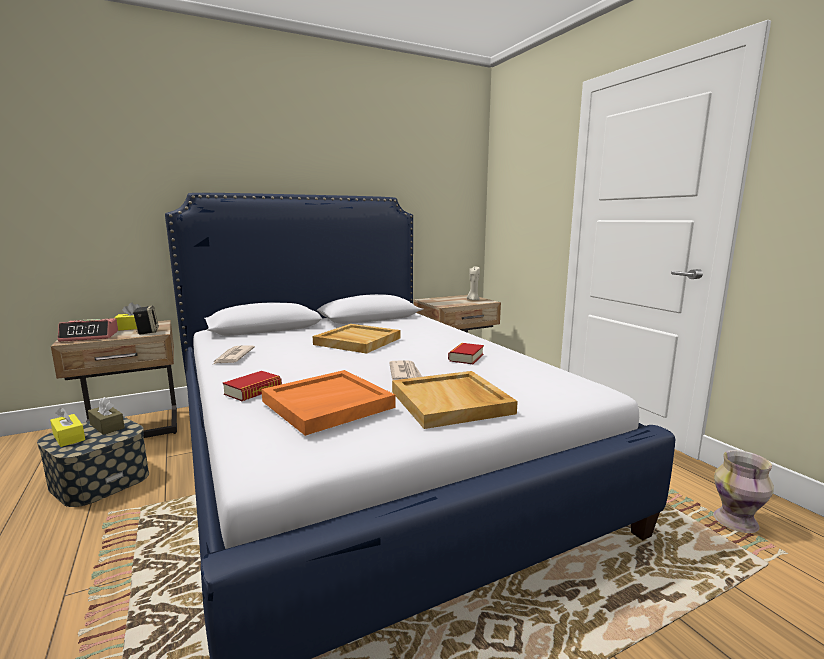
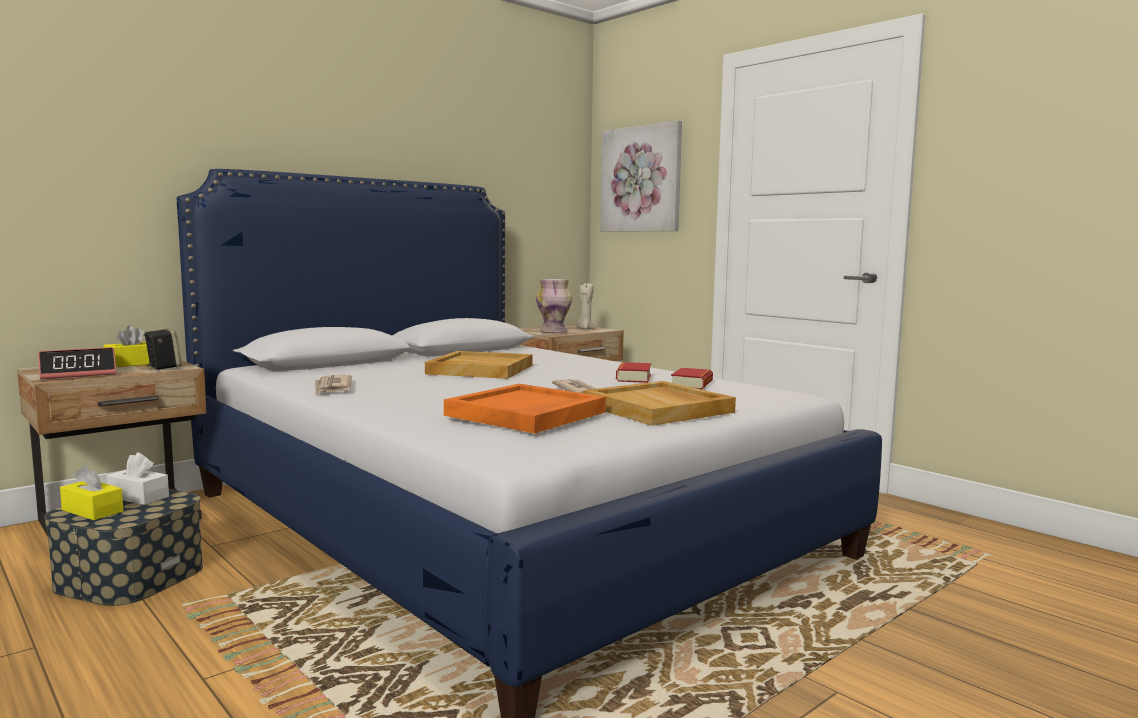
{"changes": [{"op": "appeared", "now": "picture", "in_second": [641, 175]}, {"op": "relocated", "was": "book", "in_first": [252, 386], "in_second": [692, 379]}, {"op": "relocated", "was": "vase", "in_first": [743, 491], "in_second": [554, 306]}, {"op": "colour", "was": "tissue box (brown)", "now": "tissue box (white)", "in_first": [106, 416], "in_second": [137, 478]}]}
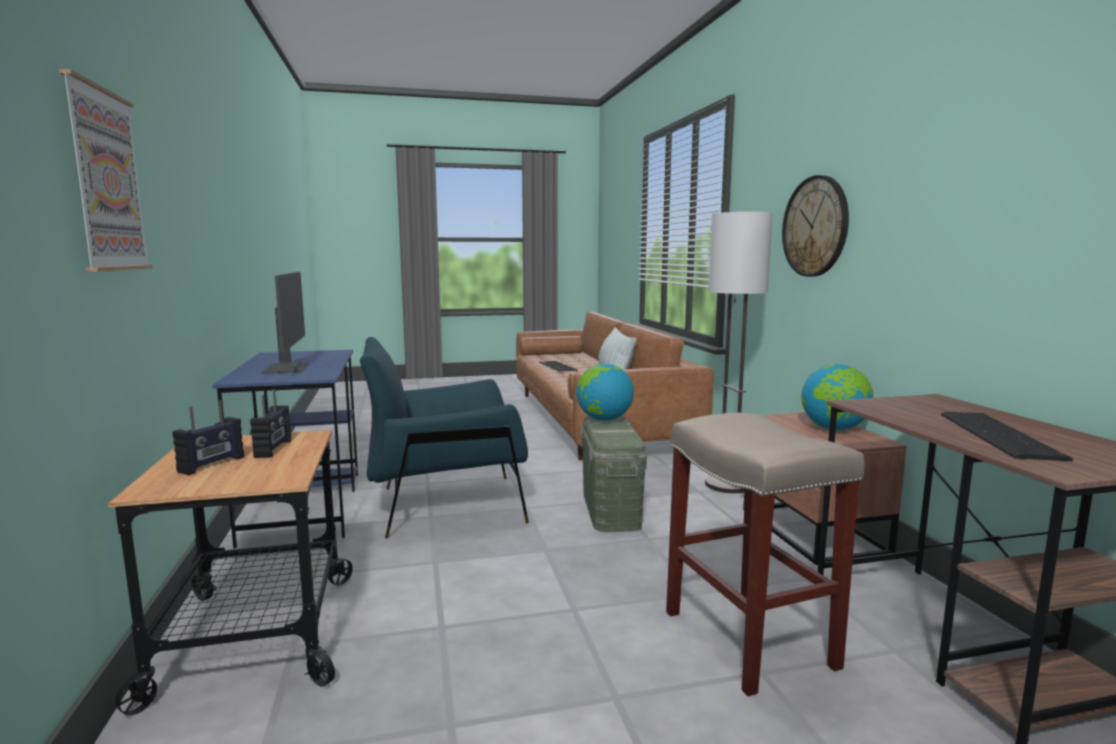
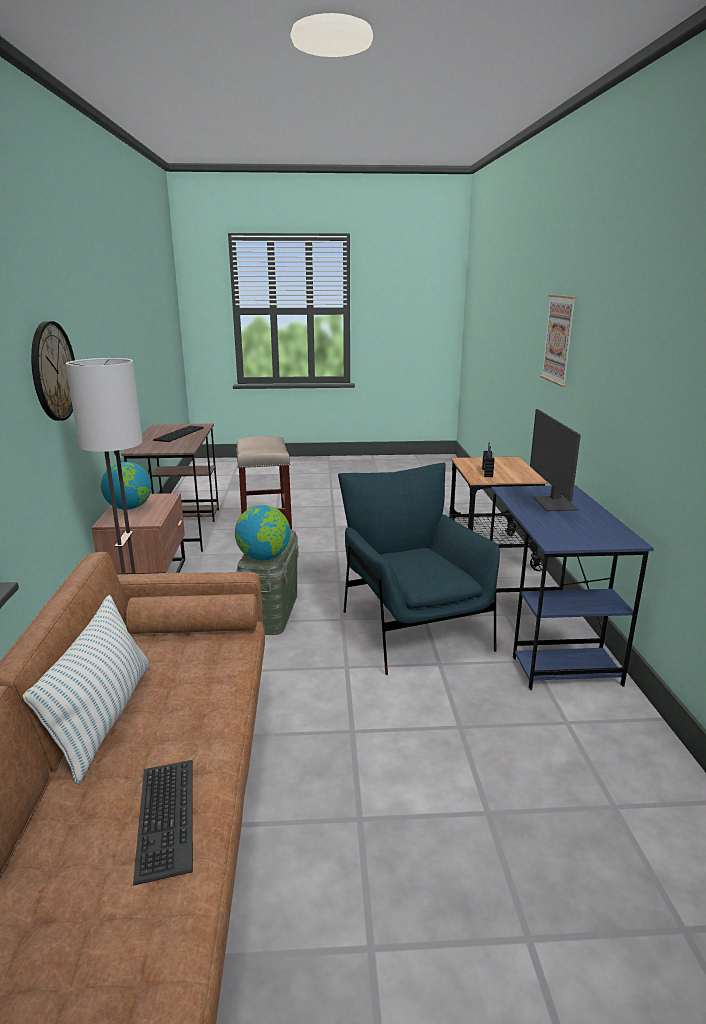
{"changes": [{"op": "missing", "was": "radio", "in_first": [208, 437]}, {"op": "spun", "was": "armchair (blue)", "in_first": [444, 437], "in_second": [419, 569], "clockwise": -105}]}
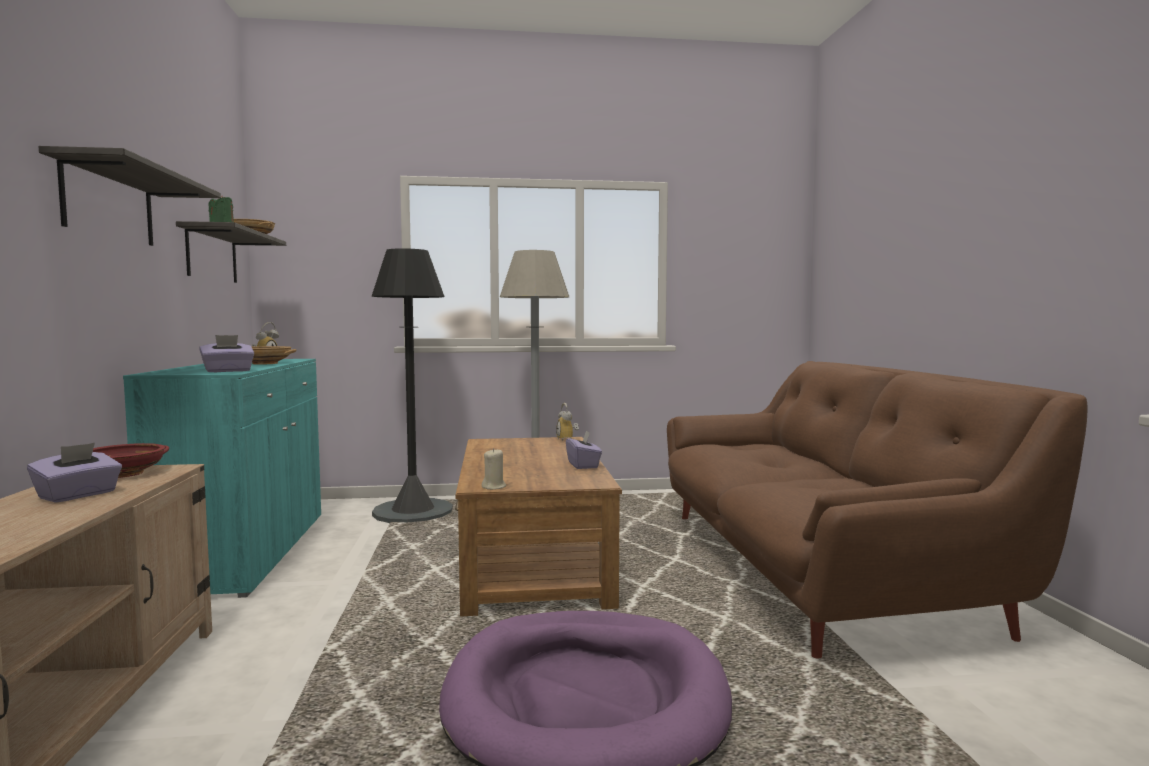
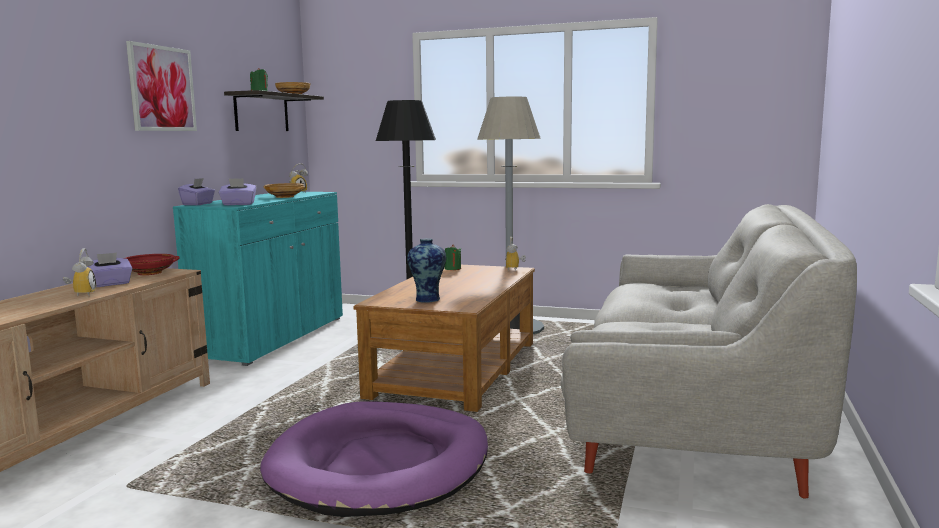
{"changes": [{"op": "missing", "was": "candle (beige)", "in_first": [494, 469]}, {"op": "appeared", "now": "alarm clock", "in_second": [79, 272]}, {"op": "appeared", "now": "vase", "in_second": [426, 271]}, {"op": "appeared", "now": "candle (green)", "in_second": [452, 257]}, {"op": "relocated", "was": "tissue box (purple)", "in_first": [584, 449], "in_second": [196, 191]}, {"op": "exchanged", "was": "shelf", "now": "picture", "in_first": [130, 196], "in_second": [161, 86]}, {"op": "colour", "was": "sofa (brown)", "now": "sofa (grey)", "in_first": [877, 509], "in_second": [709, 351]}]}
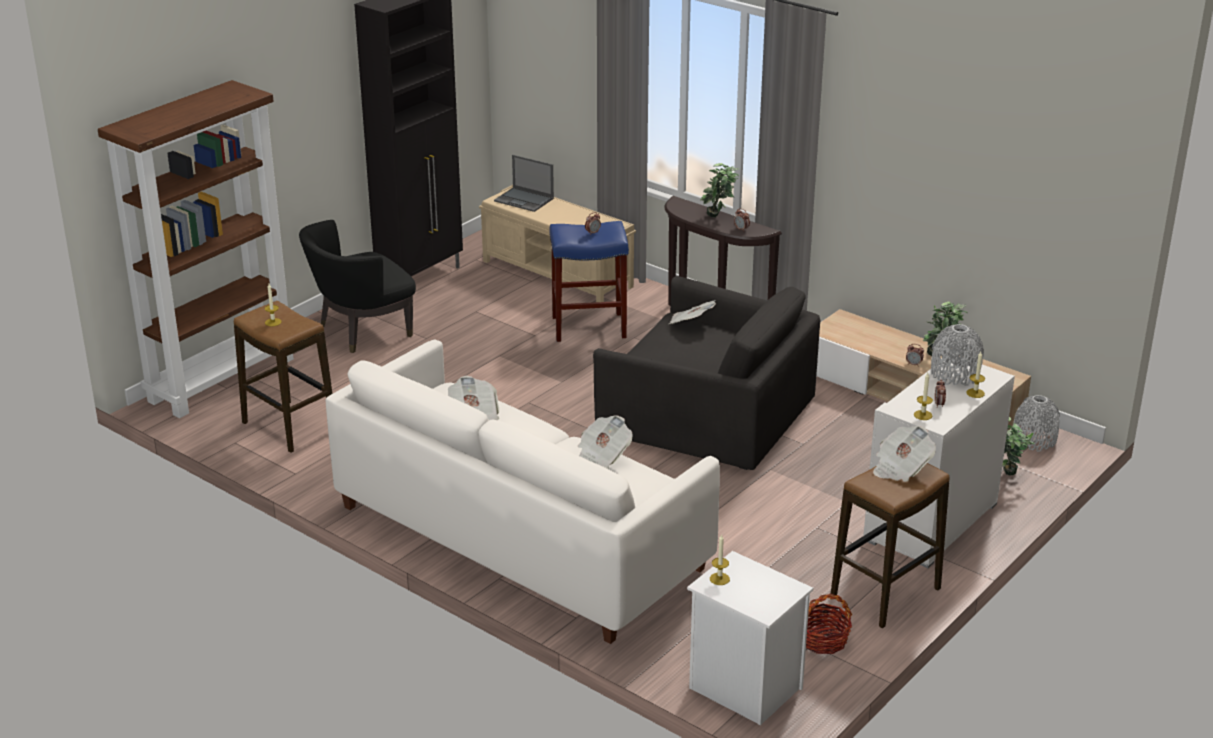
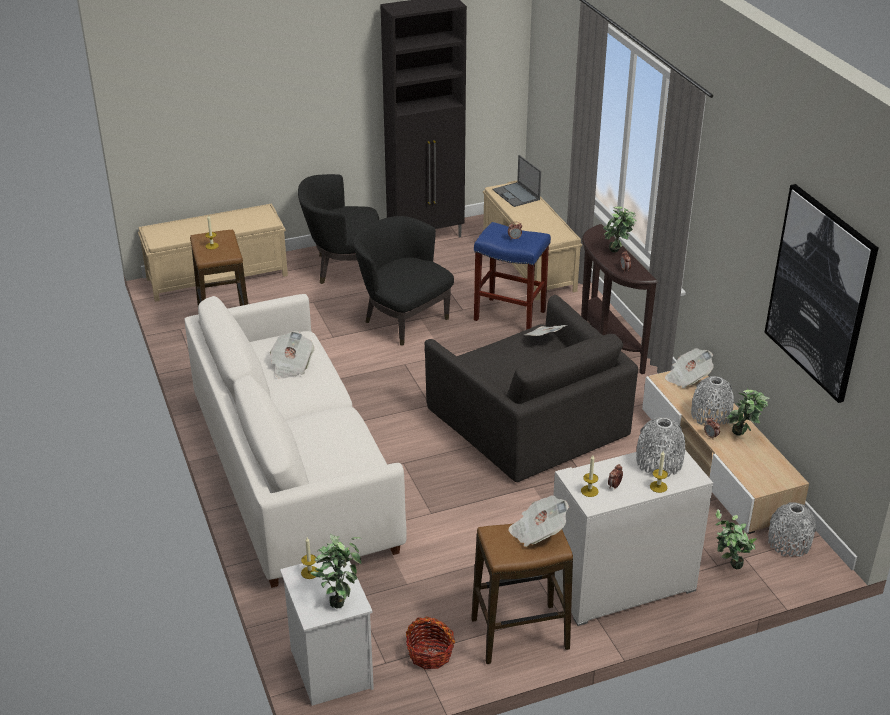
{"changes": [{"op": "appeared", "now": "potted plant", "in_second": [336, 571]}, {"op": "appeared", "now": "armchair (black)", "in_second": [403, 281]}, {"op": "appeared", "now": "vase (grey)", "in_second": [712, 400]}, {"op": "appeared", "now": "picture", "in_second": [821, 293]}, {"op": "relocated", "was": "newspaper", "in_first": [605, 442], "in_second": [689, 368]}, {"op": "exchanged", "was": "bookcase (brown)", "now": "bench (beige)", "in_first": [196, 249], "in_second": [213, 252]}]}
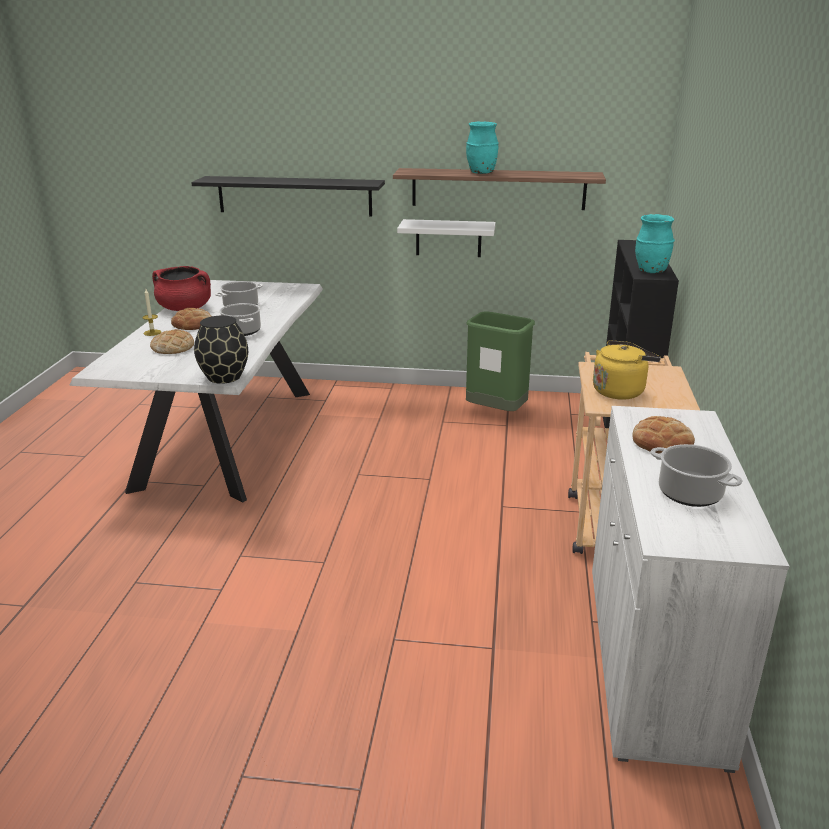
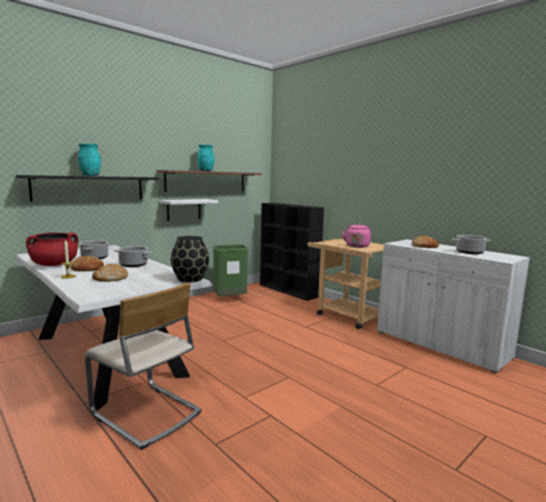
{"changes": [{"op": "appeared", "now": "chair (beige)", "in_second": [143, 366]}, {"op": "relocated", "was": "vase (turquoise)", "in_first": [655, 243], "in_second": [89, 160]}, {"op": "colour", "was": "kettle (yellow)", "now": "kettle (pink)", "in_first": [627, 370], "in_second": [356, 235]}]}
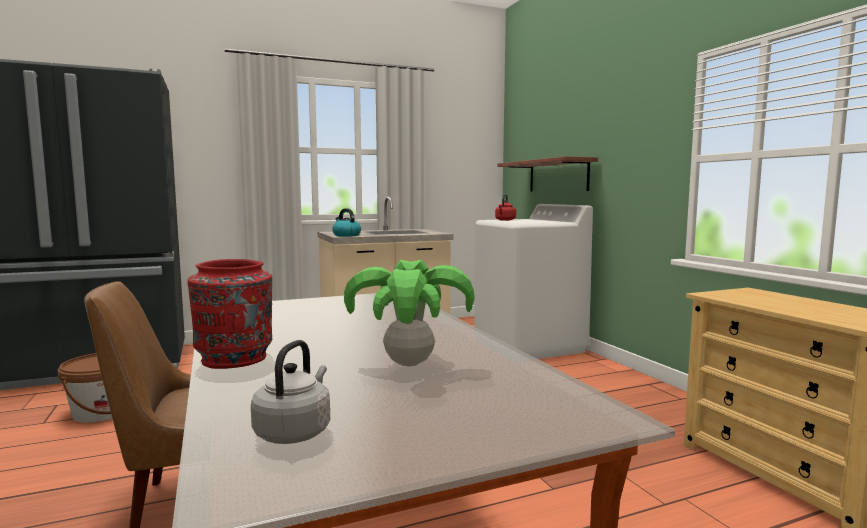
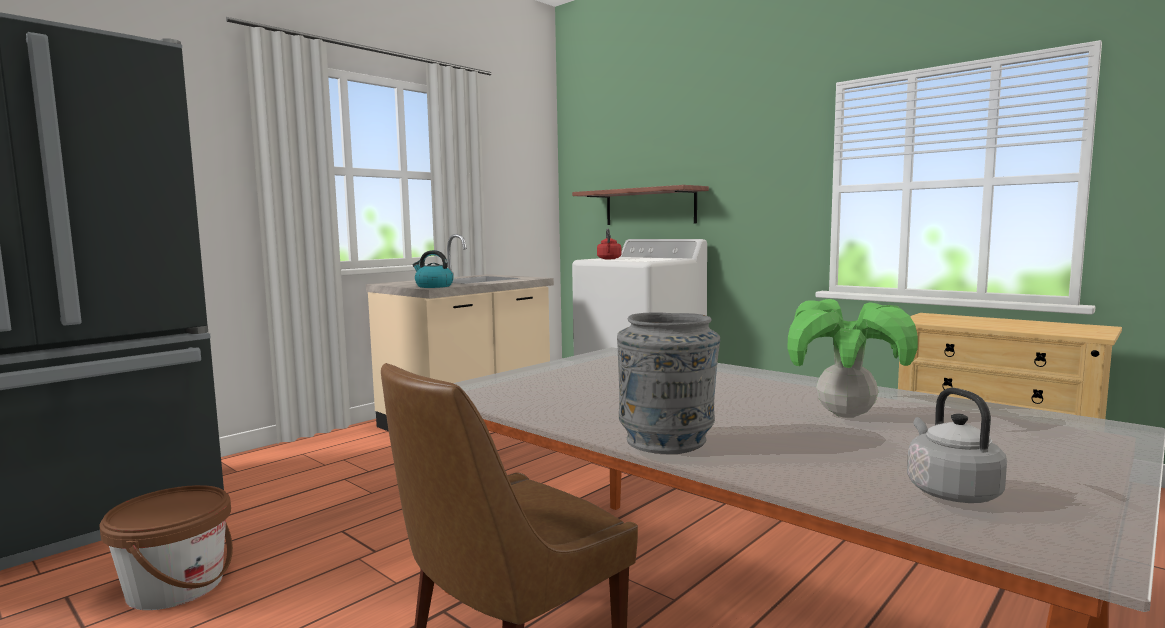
{"changes": [{"op": "colour", "was": "vase (red)", "now": "vase (grey)", "in_first": [229, 314], "in_second": [668, 383]}]}
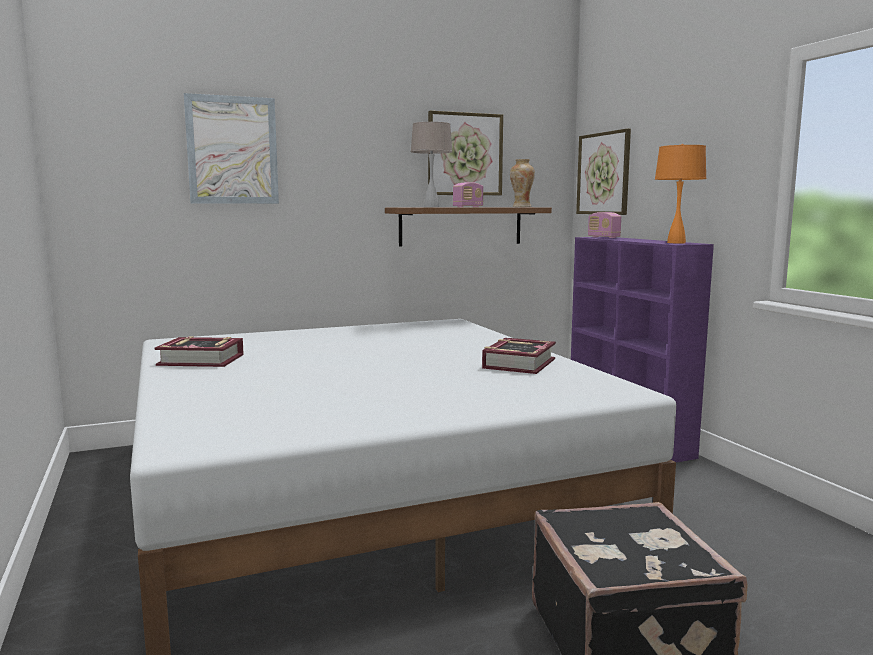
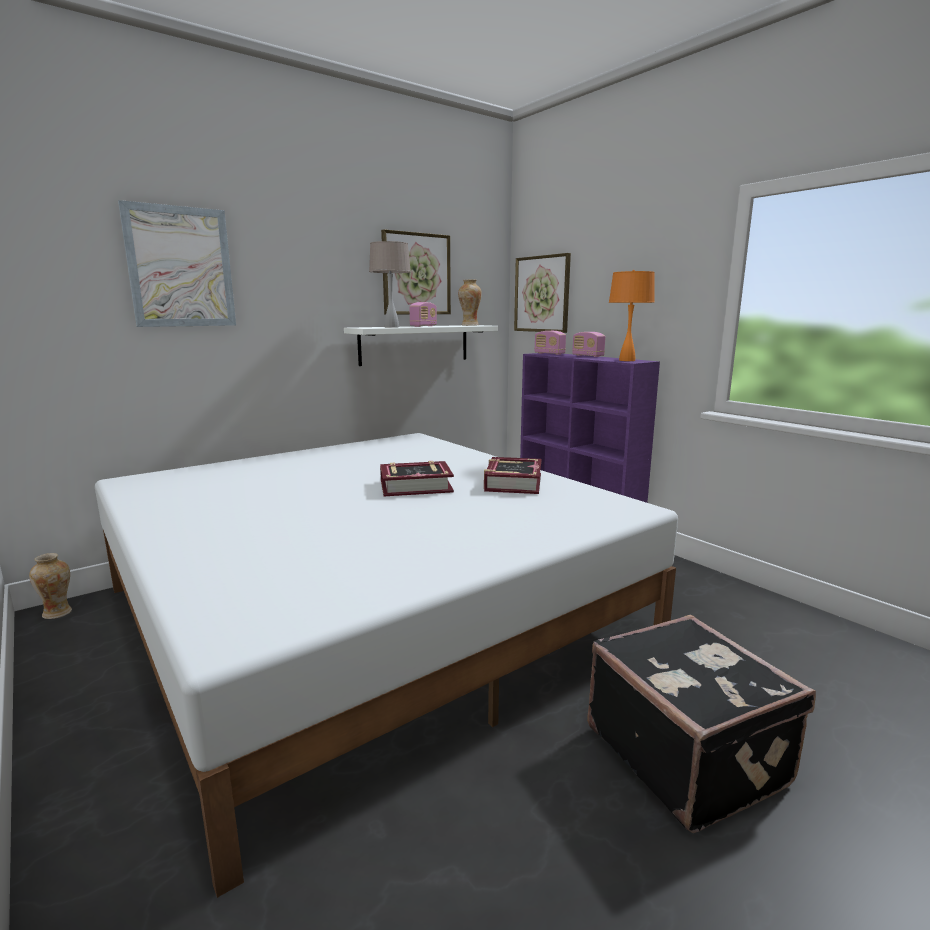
{"changes": [{"op": "appeared", "now": "vase", "in_second": [50, 586]}, {"op": "appeared", "now": "radio", "in_second": [588, 344]}, {"op": "relocated", "was": "book", "in_first": [199, 351], "in_second": [417, 478]}, {"op": "colour", "was": "shelf (brown)", "now": "shelf (white)", "in_first": [468, 227], "in_second": [421, 345]}]}
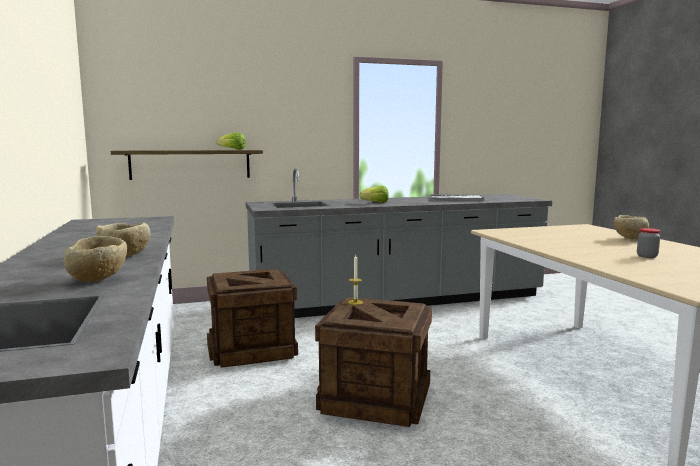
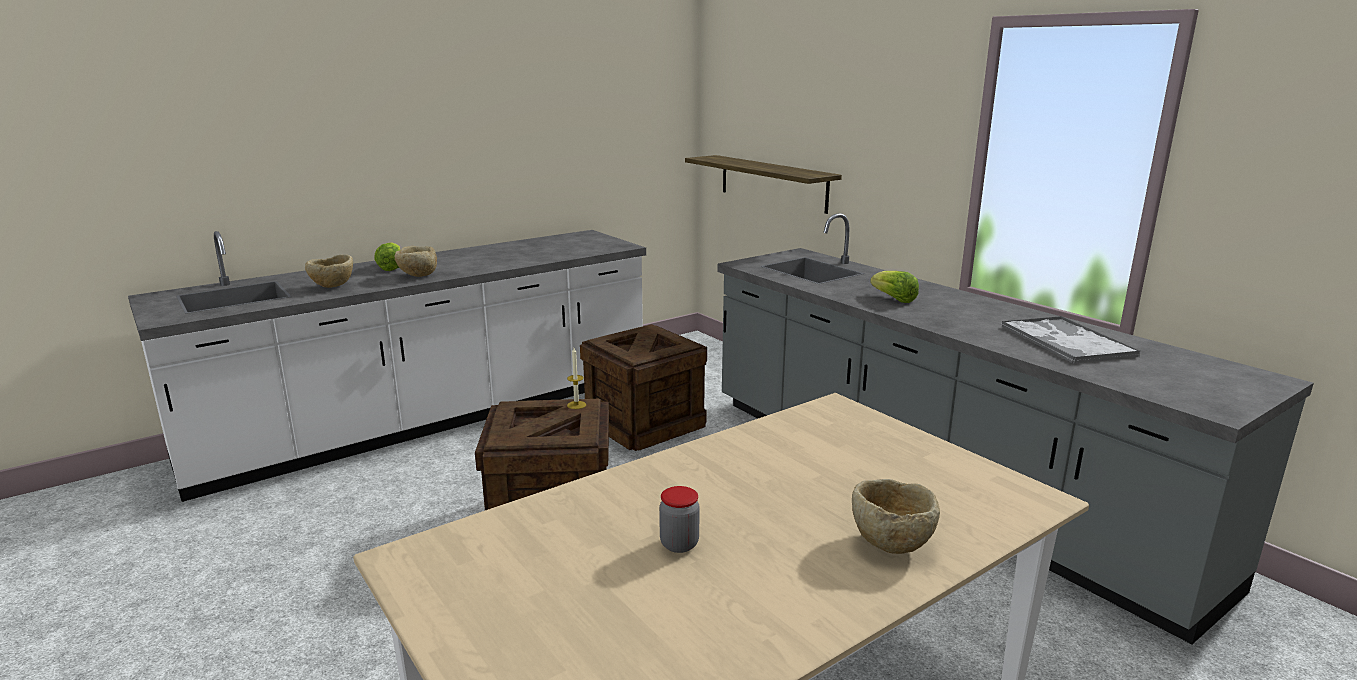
{"changes": [{"op": "relocated", "was": "lettuce", "in_first": [231, 141], "in_second": [387, 256]}]}
